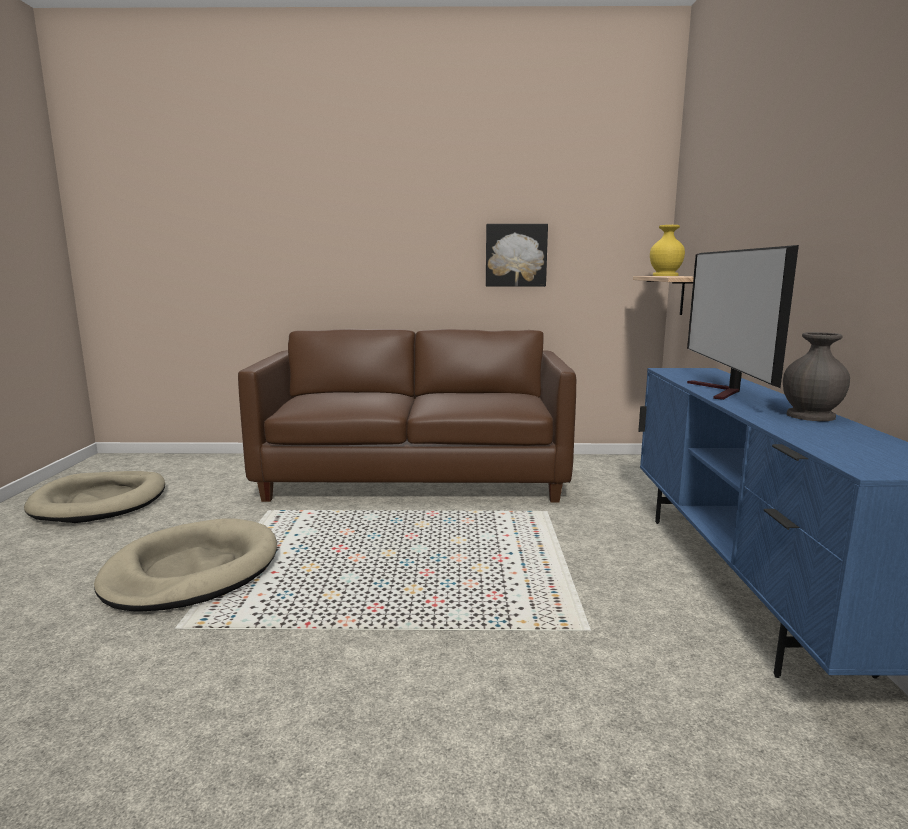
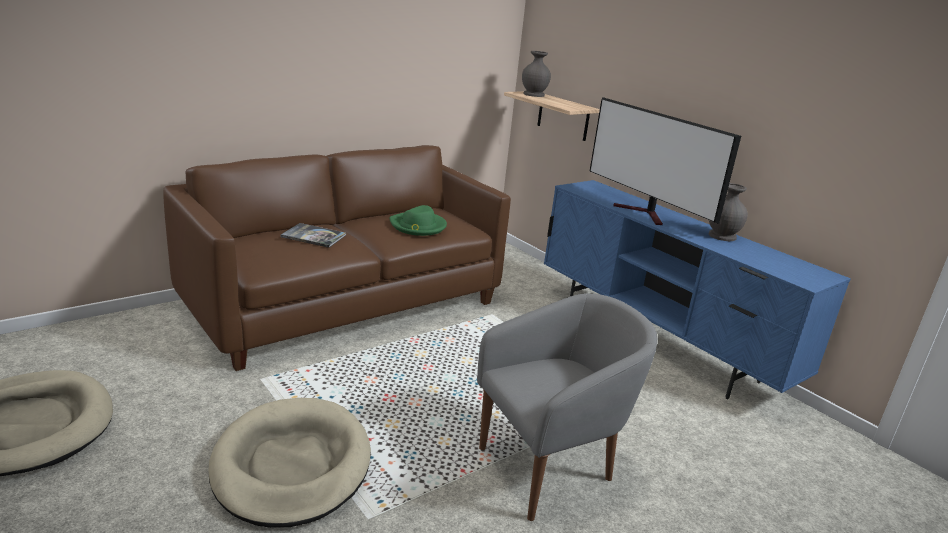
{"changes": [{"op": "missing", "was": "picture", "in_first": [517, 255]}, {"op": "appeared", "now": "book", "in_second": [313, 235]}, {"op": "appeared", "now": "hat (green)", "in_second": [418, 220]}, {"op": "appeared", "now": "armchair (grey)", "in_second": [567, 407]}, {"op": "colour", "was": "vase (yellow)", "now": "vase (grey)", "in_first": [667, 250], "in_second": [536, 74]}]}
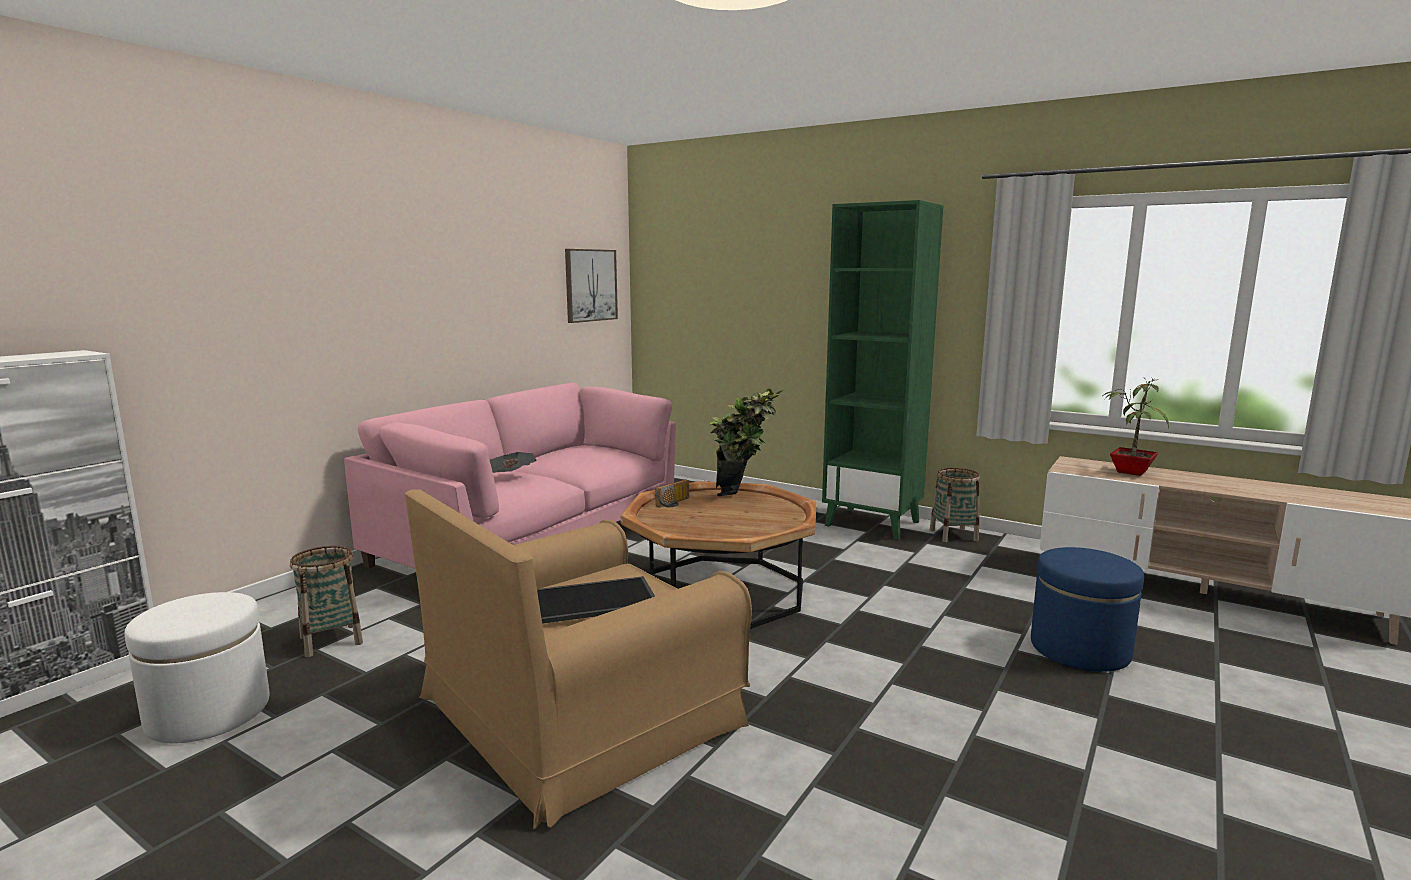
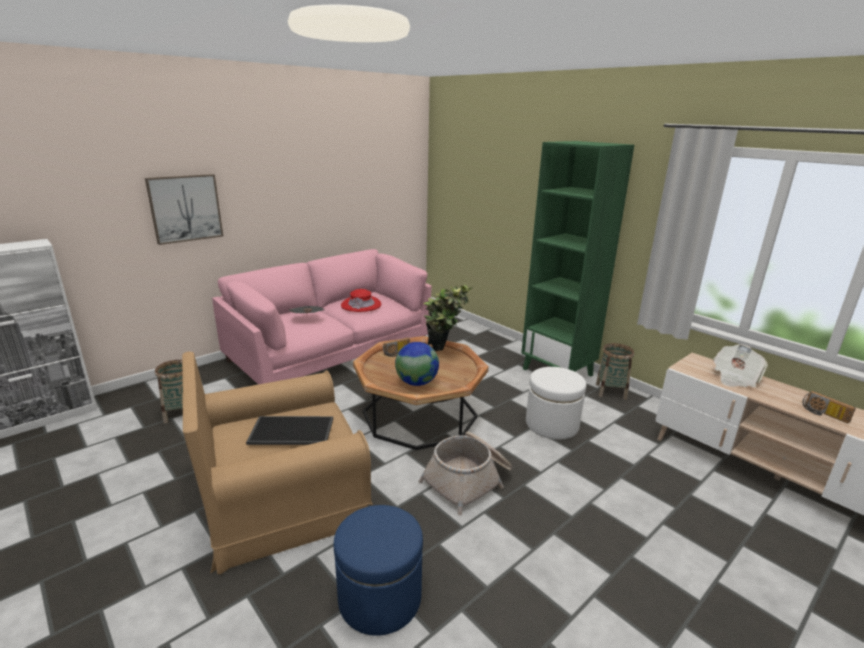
{"changes": [{"op": "appeared", "now": "hat (red)", "in_second": [361, 300]}, {"op": "appeared", "now": "globe", "in_second": [417, 364]}, {"op": "appeared", "now": "basket", "in_second": [465, 473]}, {"op": "appeared", "now": "radio", "in_second": [829, 407]}, {"op": "relocated", "was": "ottoman (white)", "in_first": [196, 667], "in_second": [556, 403]}, {"op": "relocated", "was": "picture", "in_first": [591, 286], "in_second": [184, 209]}, {"op": "relocated", "was": "ottoman (blue)", "in_first": [1087, 609], "in_second": [378, 570]}, {"op": "exchanged", "was": "potted plant", "now": "newspaper", "in_first": [1136, 426], "in_second": [740, 365]}]}
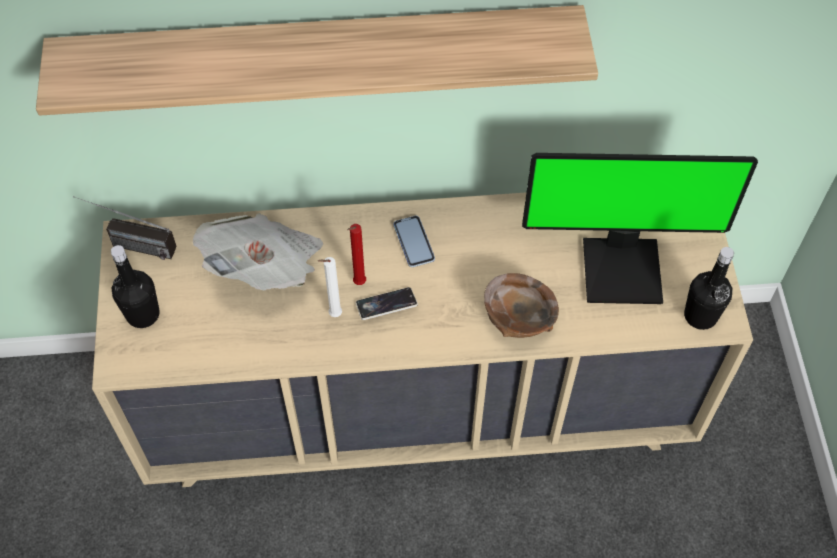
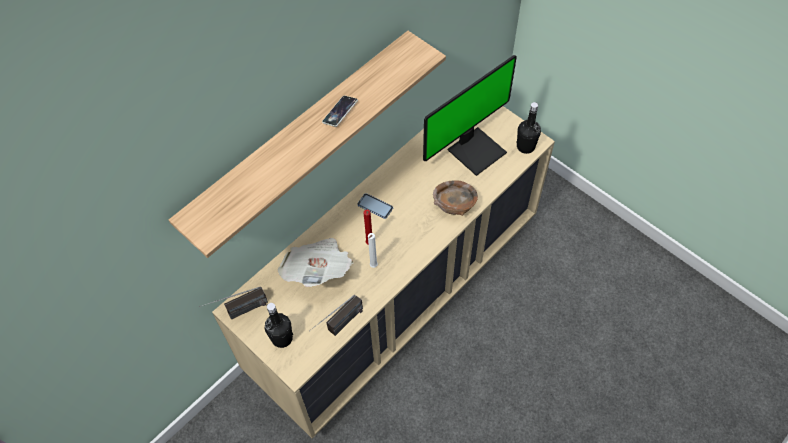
{"changes": [{"op": "appeared", "now": "radio", "in_second": [336, 315]}, {"op": "relocated", "was": "phone", "in_first": [387, 303], "in_second": [340, 111]}]}
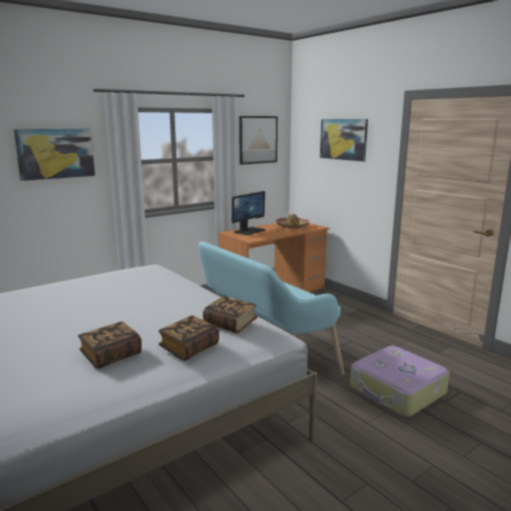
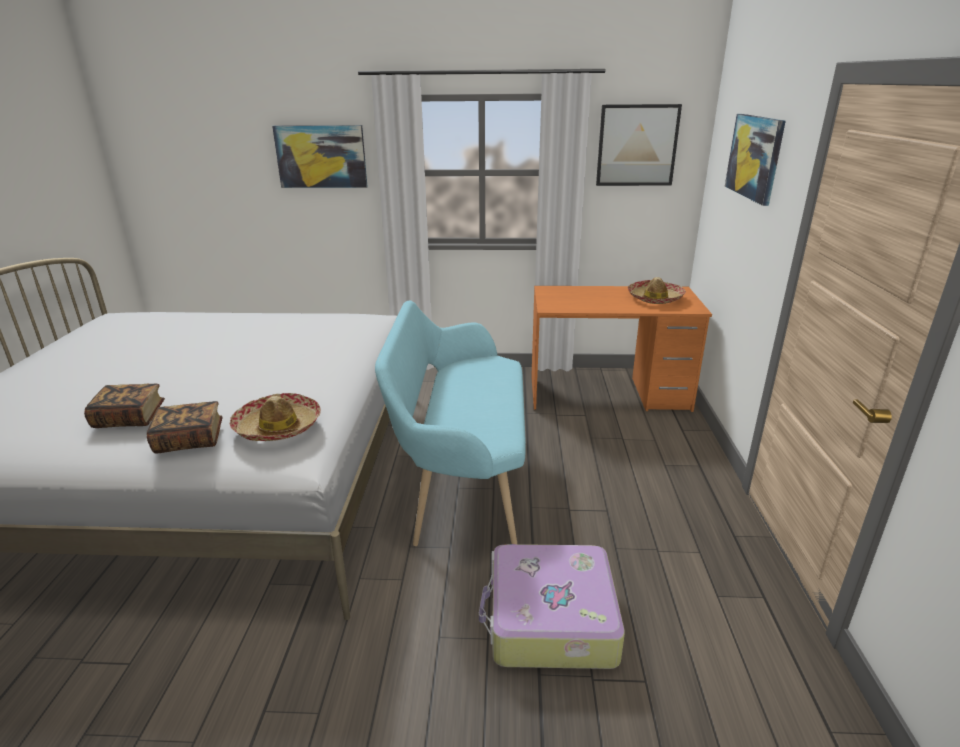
{"changes": [{"op": "missing", "was": "monitor", "in_first": [248, 213]}, {"op": "exchanged", "was": "book", "now": "hat", "in_first": [230, 314], "in_second": [275, 417]}]}
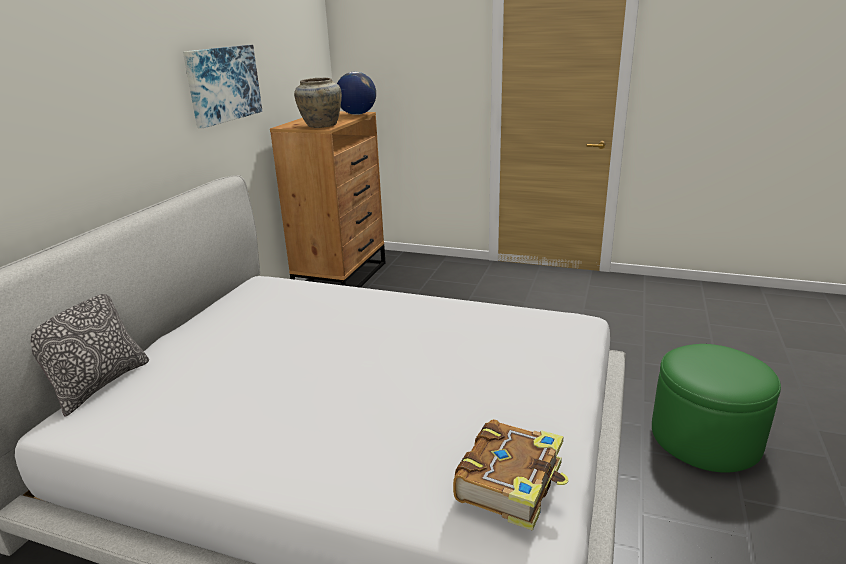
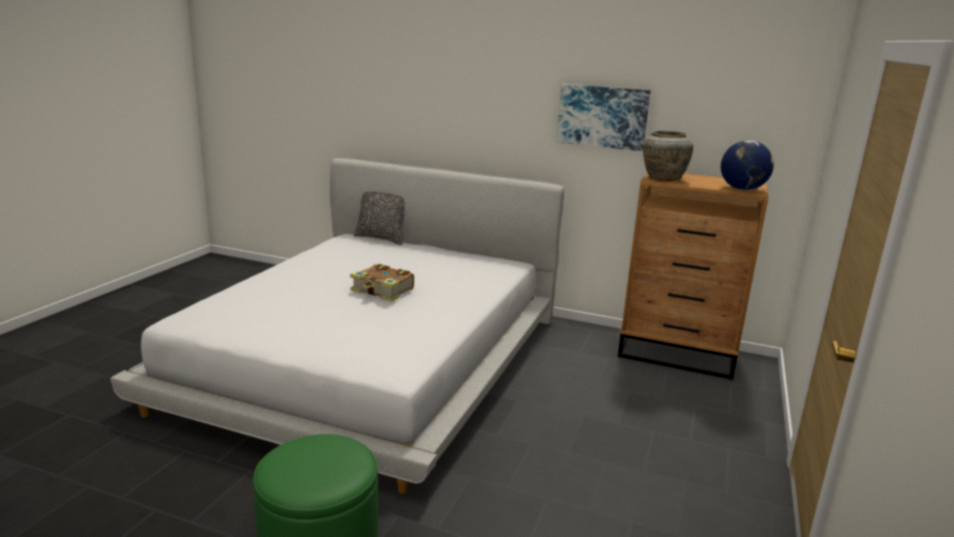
{"changes": [{"op": "relocated", "was": "book", "in_first": [510, 475], "in_second": [382, 282]}]}
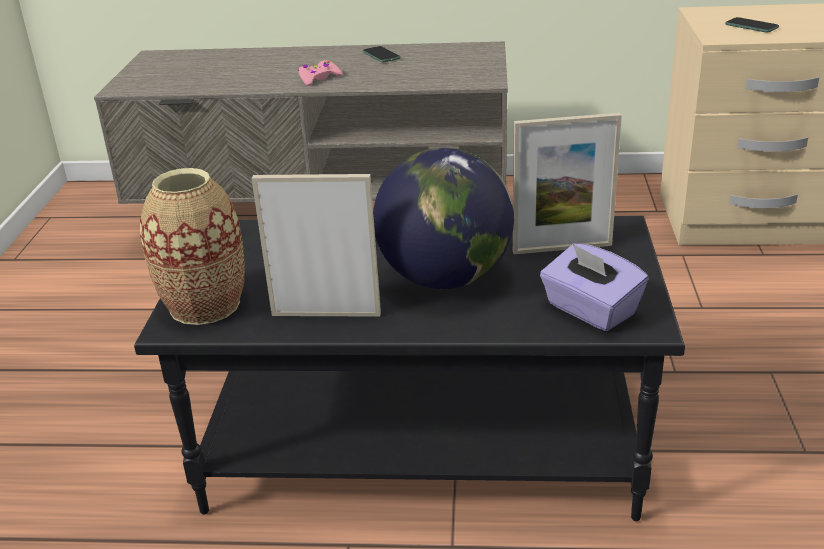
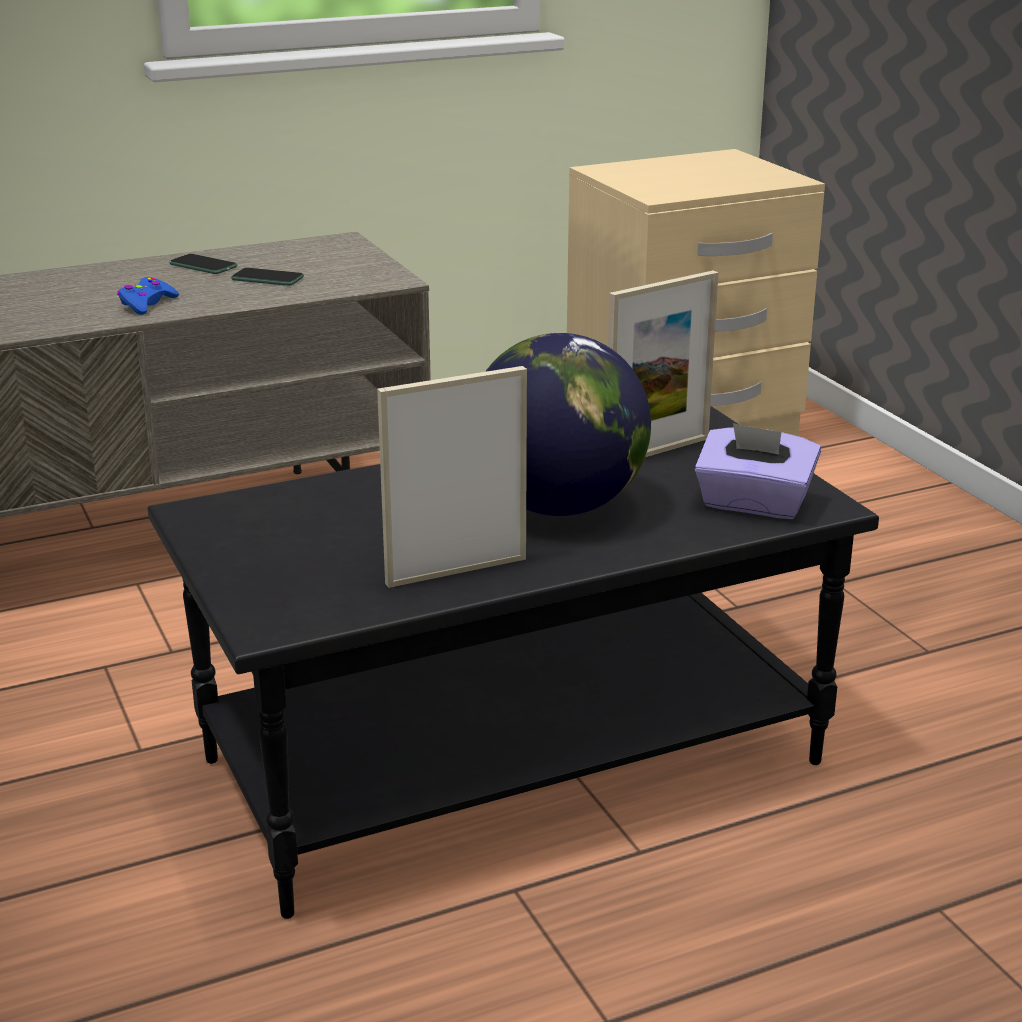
{"changes": [{"op": "missing", "was": "vase", "in_first": [192, 246]}, {"op": "relocated", "was": "phone", "in_first": [752, 25], "in_second": [267, 277]}, {"op": "colour", "was": "game controller (pink)", "now": "game controller (blue)", "in_first": [320, 73], "in_second": [148, 296]}]}
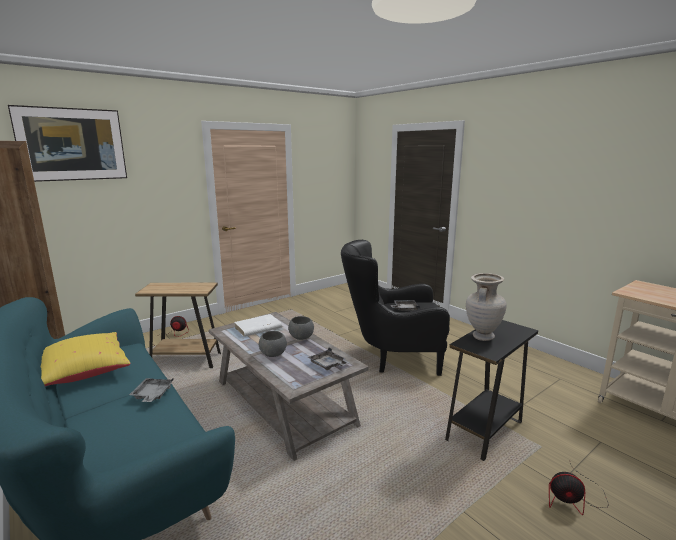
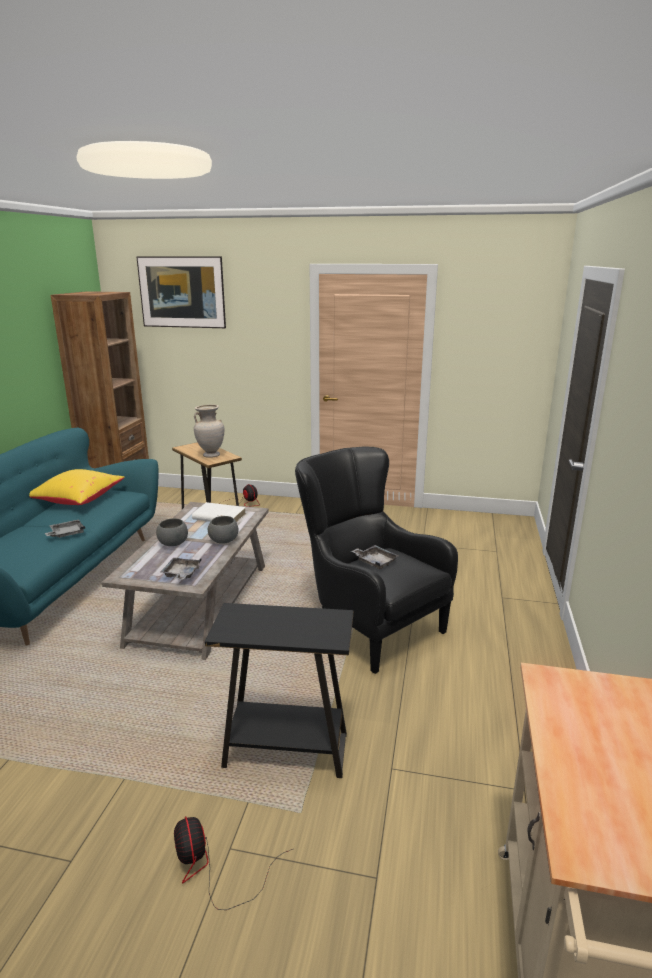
{"changes": [{"op": "relocated", "was": "vase (beige)", "in_first": [486, 307], "in_second": [209, 431]}]}
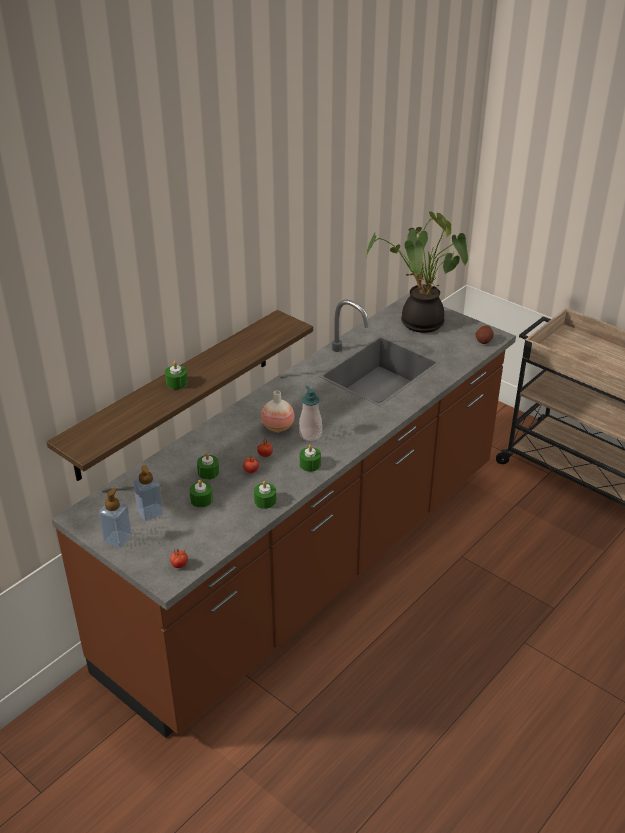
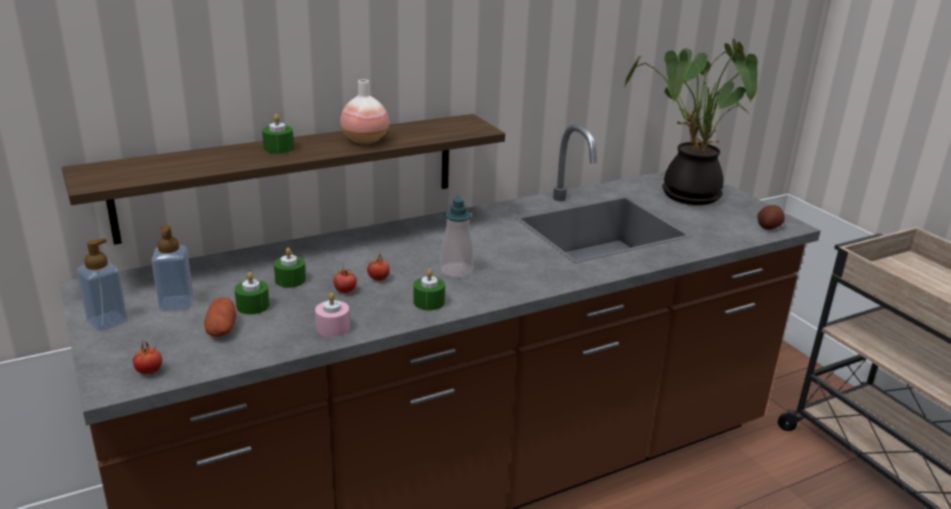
{"changes": [{"op": "appeared", "now": "potato", "in_second": [220, 317]}, {"op": "relocated", "was": "vase", "in_first": [277, 411], "in_second": [364, 112]}, {"op": "colour", "was": "candle (green)", "now": "candle (pink)", "in_first": [265, 495], "in_second": [332, 315]}]}
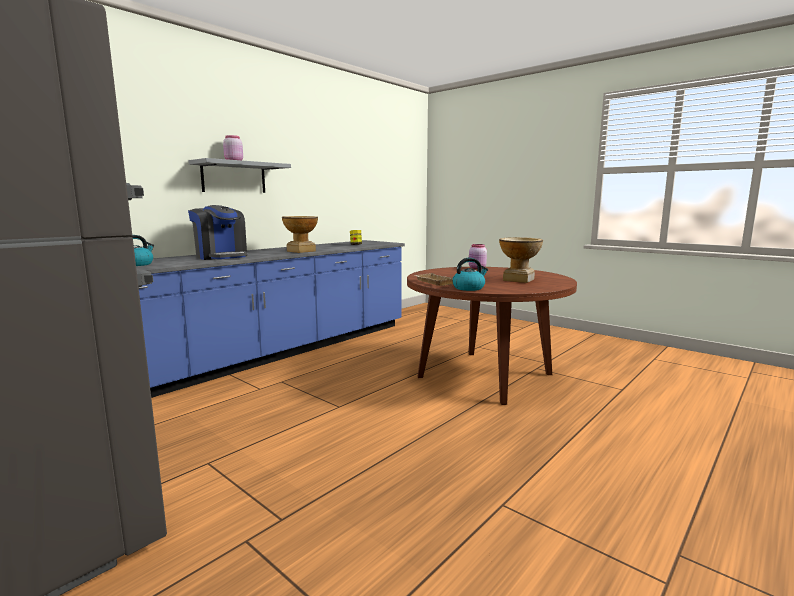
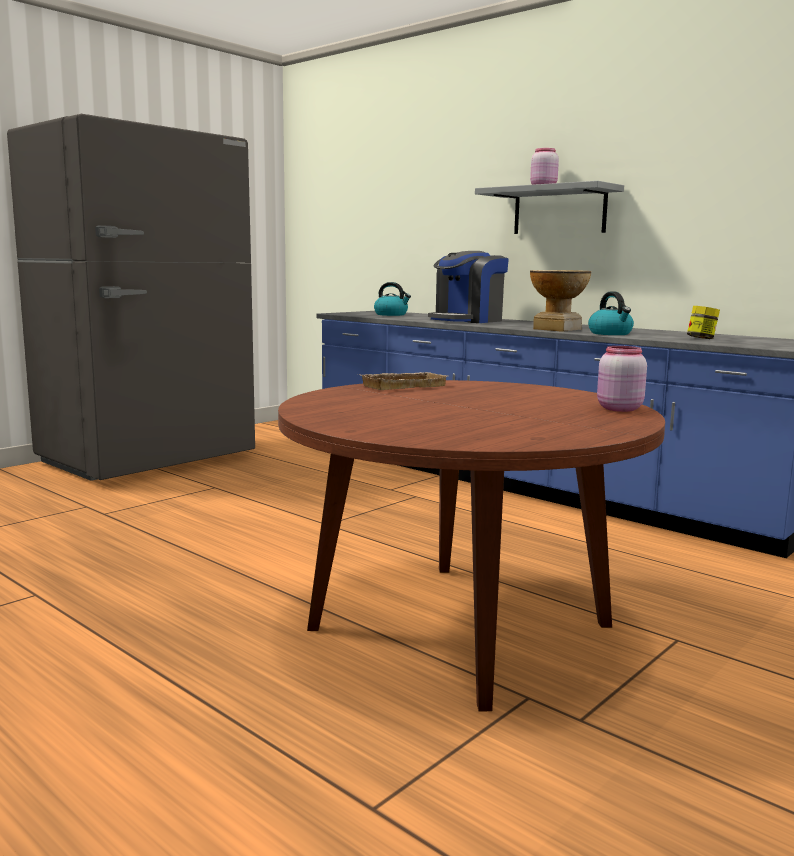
{"changes": [{"op": "missing", "was": "vase", "in_first": [521, 260]}, {"op": "relocated", "was": "kettle", "in_first": [470, 274], "in_second": [611, 313]}]}
